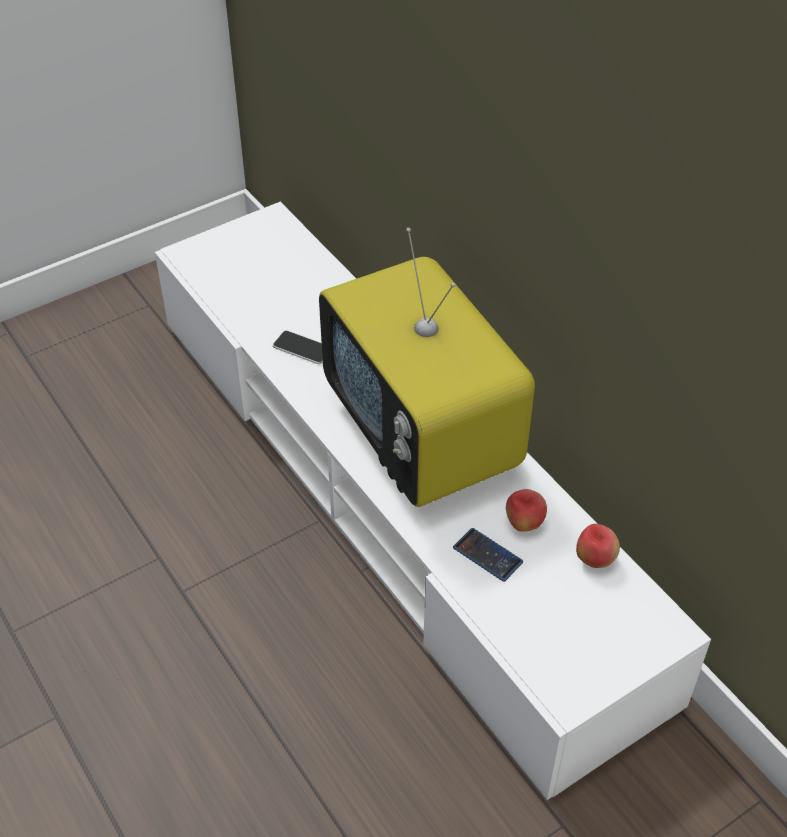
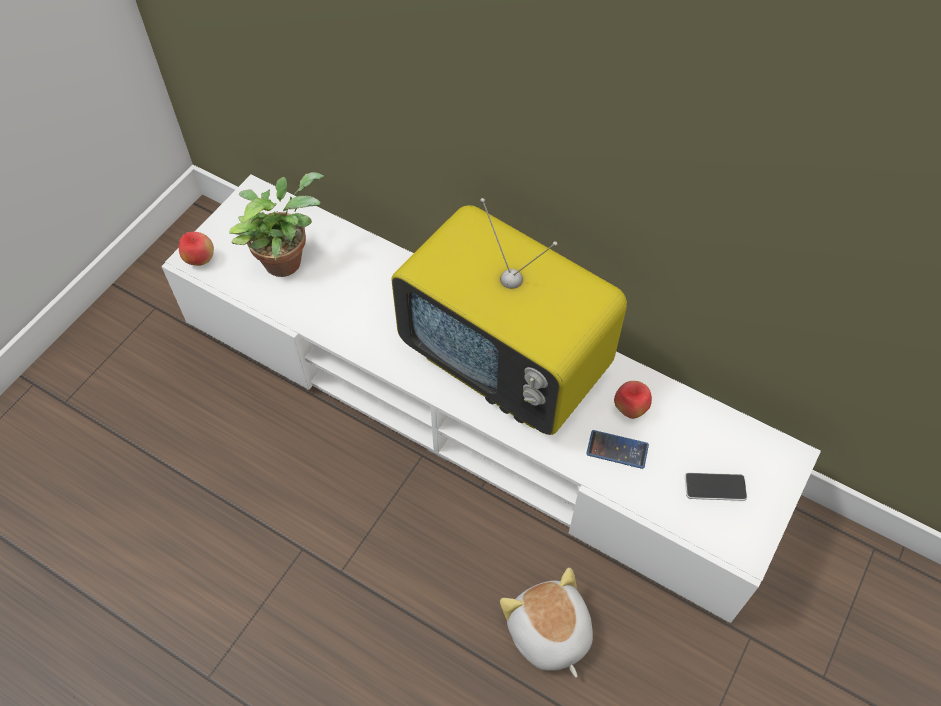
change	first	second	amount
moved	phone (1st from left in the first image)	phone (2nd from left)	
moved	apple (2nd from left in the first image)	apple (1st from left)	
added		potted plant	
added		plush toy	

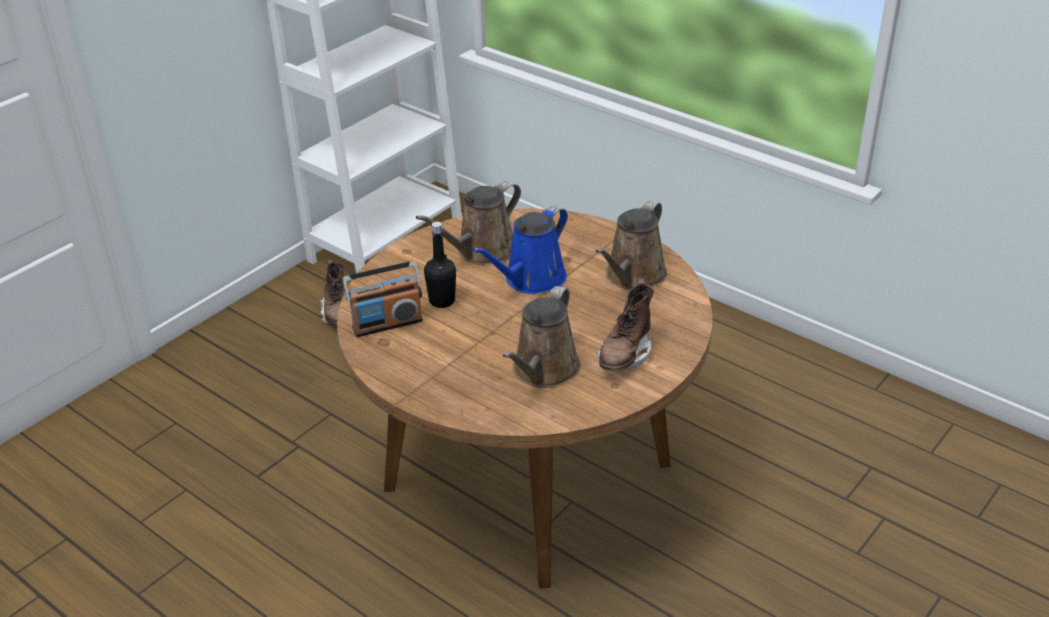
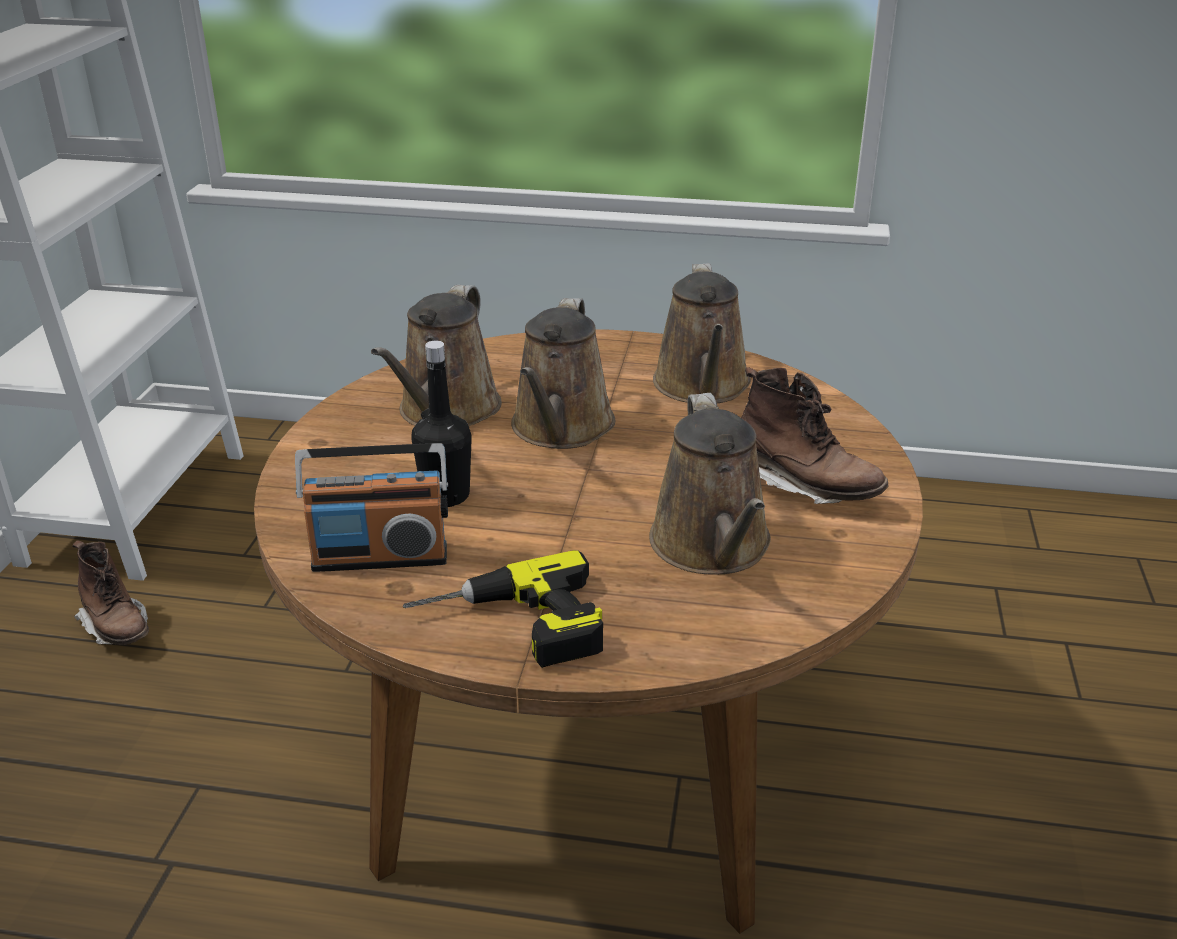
change	first	second	amount
turned	radio		45 degrees clockwise
recoloured	watering can/blue	watering can/brown (2nd from left)	
turned	boot/brown (2nd from left)		45 degrees counterclockwise
added		power drill	

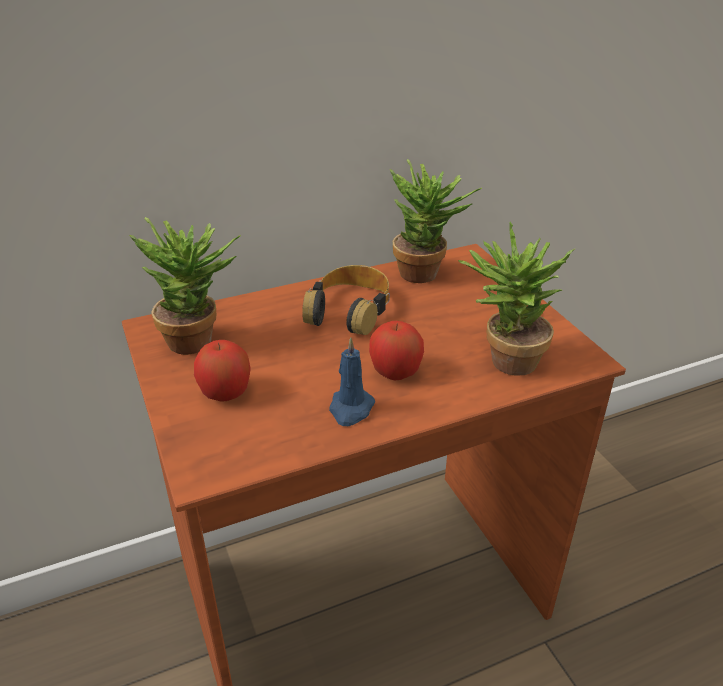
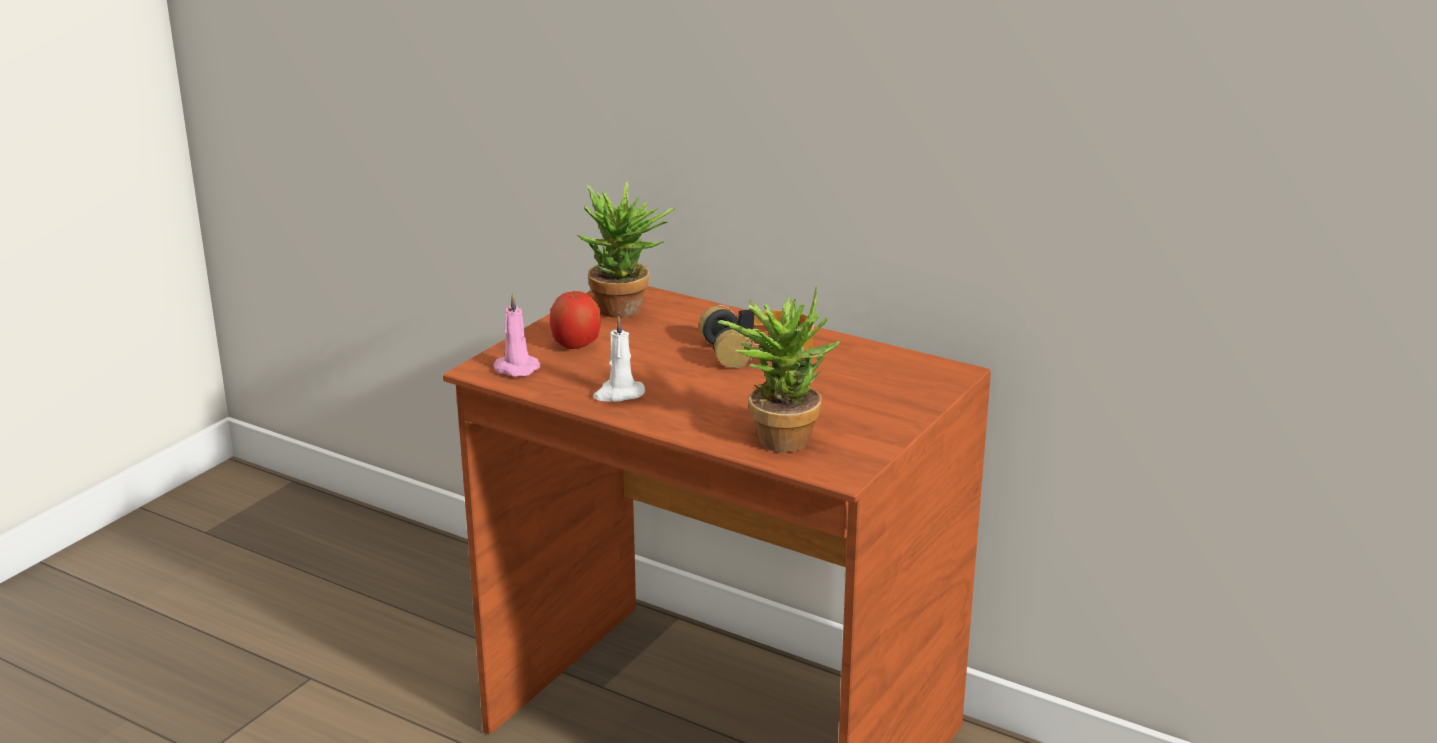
change	first	second	amount
recoloured	candle/blue	candle/white	
removed	apple (2nd from left)		
removed	potted plant (2nd from left)		
added		candle/pink	

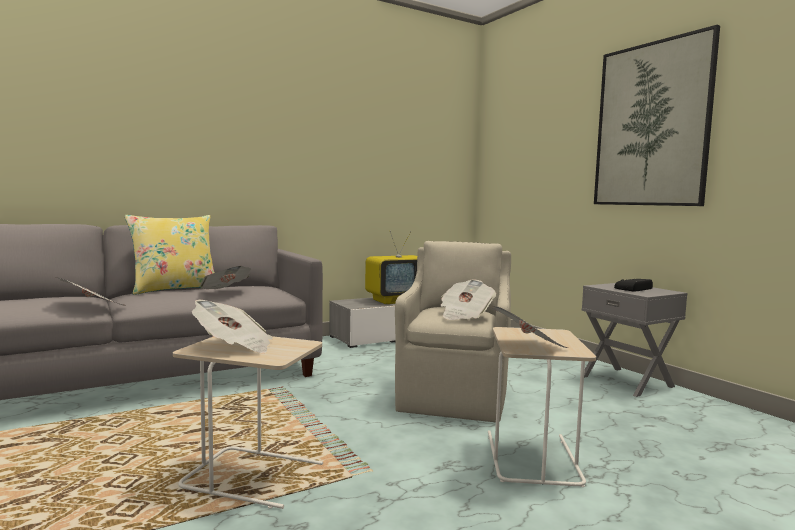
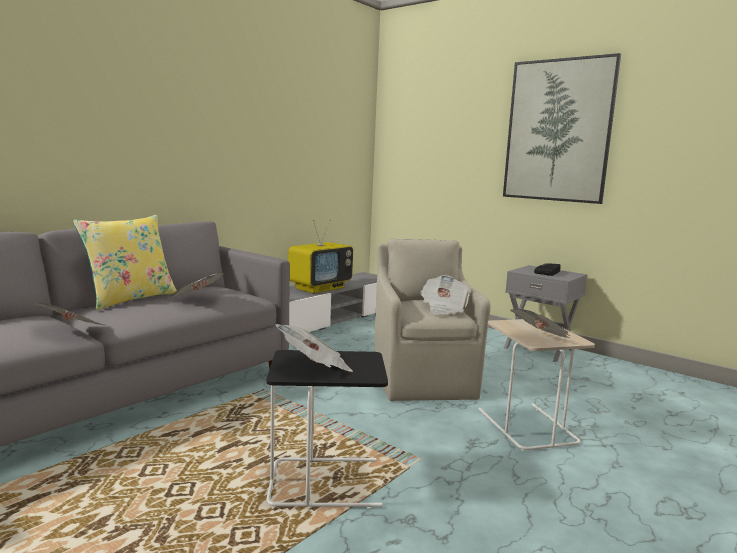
change	first	second	amount
recoloured	side table/beige (1st from left)	side table/black	

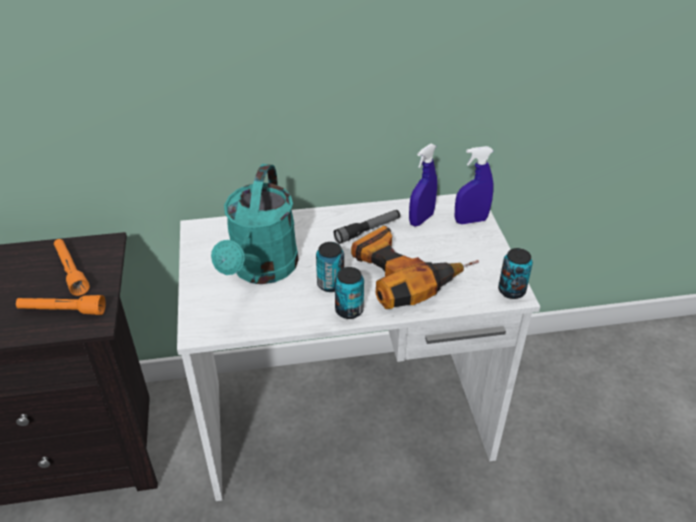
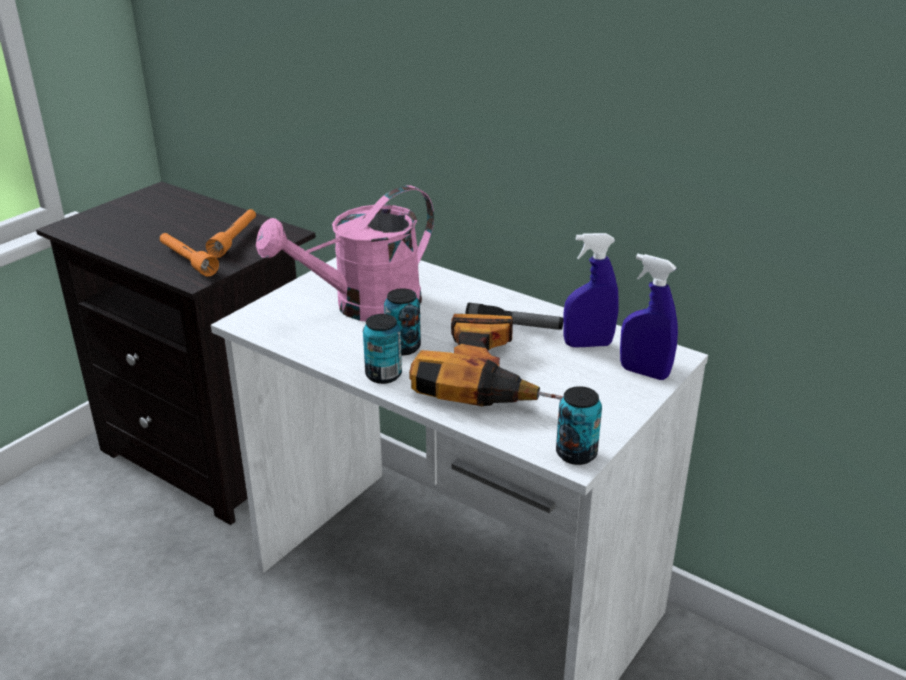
change	first	second	amount
recoloured	watering can/turquoise	watering can/pink	

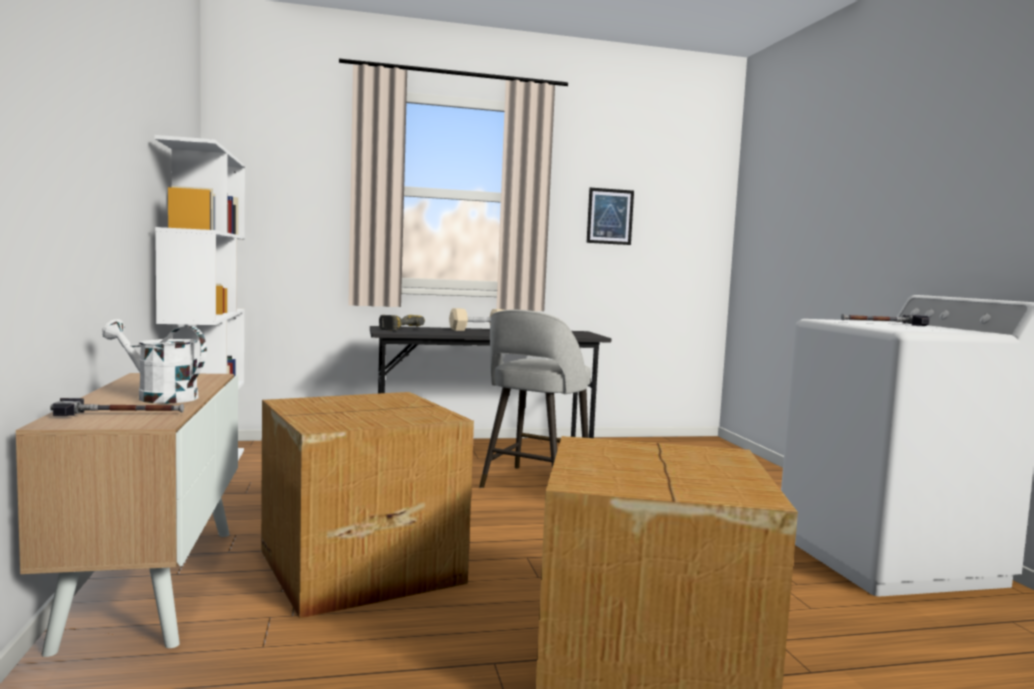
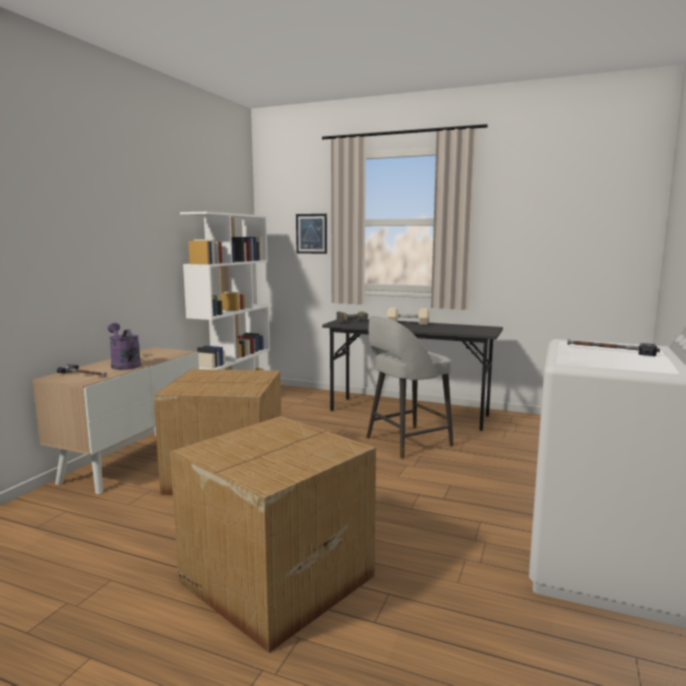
change	first	second	amount
recoloured	watering can/white	watering can/purple	
moved	picture		

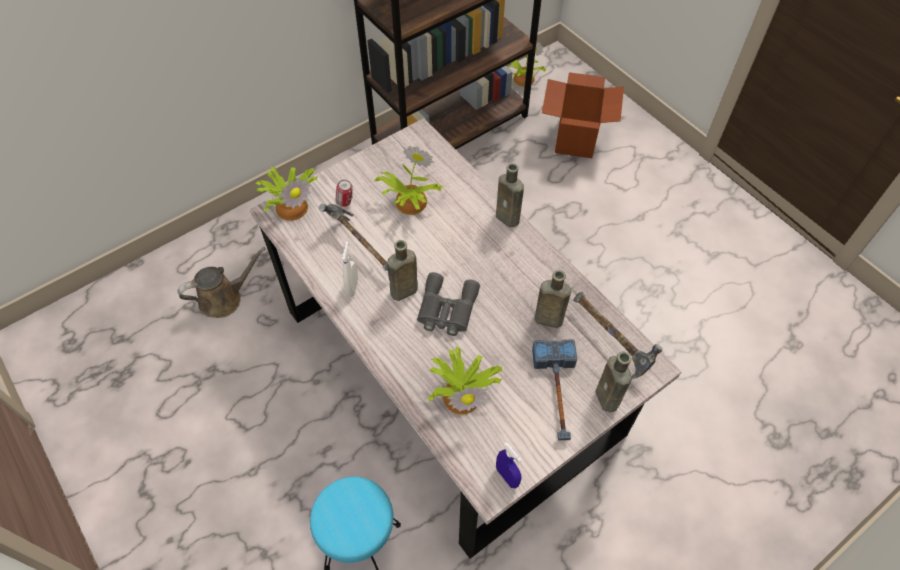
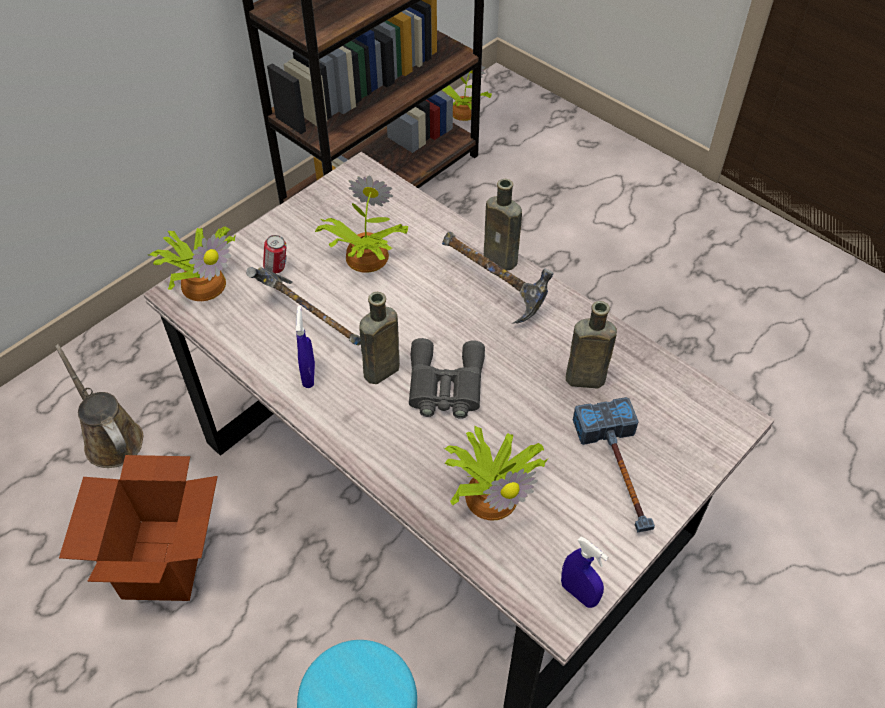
change	first	second	amount
turned	watering can/brown		90 degrees counterclockwise
recoloured	spray bottle/white	spray bottle/blue (1st from left)	
moved	cardboard box		
moved	hammer (3rd from left in the first image)	hammer (2nd from left)	
removed	bottle/brown (4th from left)		

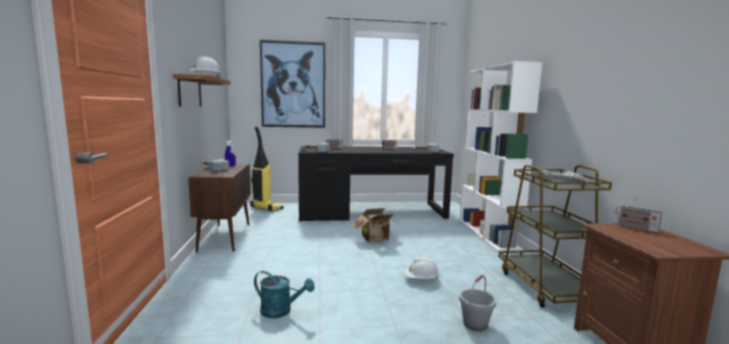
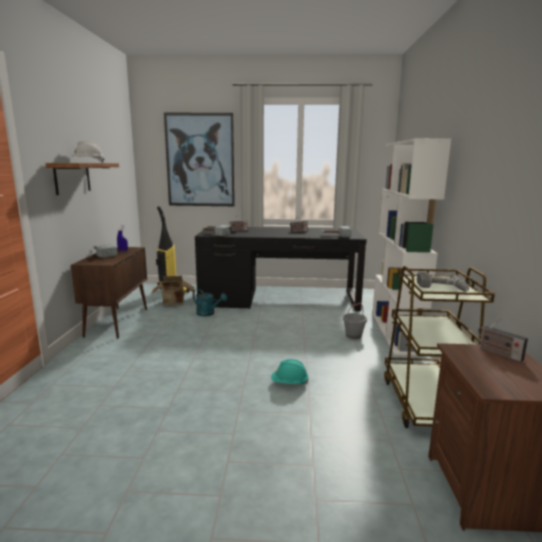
change	first	second	amount
moved	watering can/turquoise		
moved	cardboard box		
recoloured	hard hat/white (2nd from left)	hard hat/turquoise	
moved	bucket/grey		

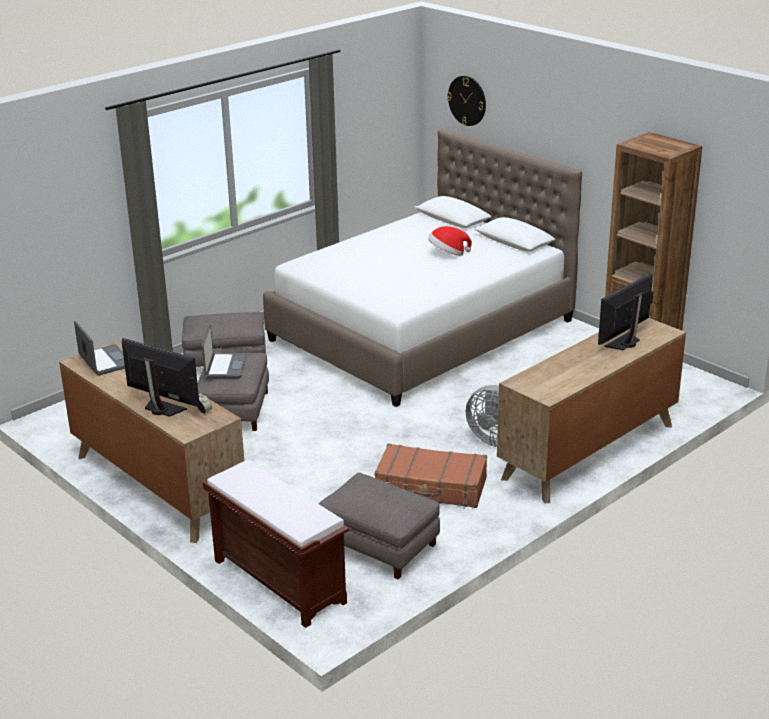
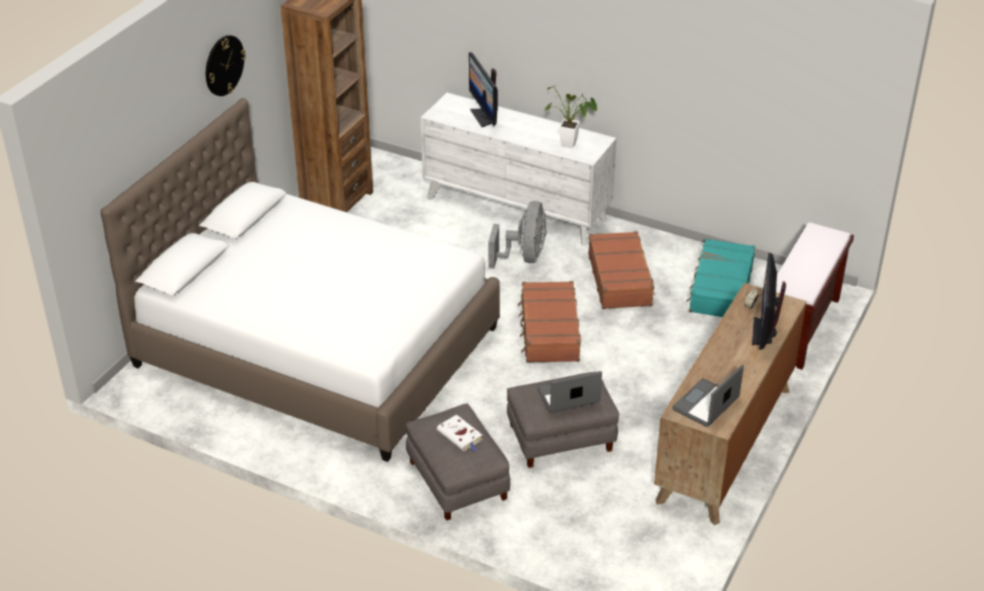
change	first	second	amount
replaced	ottoman/grey (3rd from left)	suitcase/turquoise	
removed	hat		
moved	wall clock		
recoloured	dresser/brown (2nd from left)	dresser/white	
turned	monitor (2nd from left in the first image)	monitor (1st from left)	45 degrees clockwise
added		book/white	
added		suitcase/brown (1st from left)	
added		potted plant	

